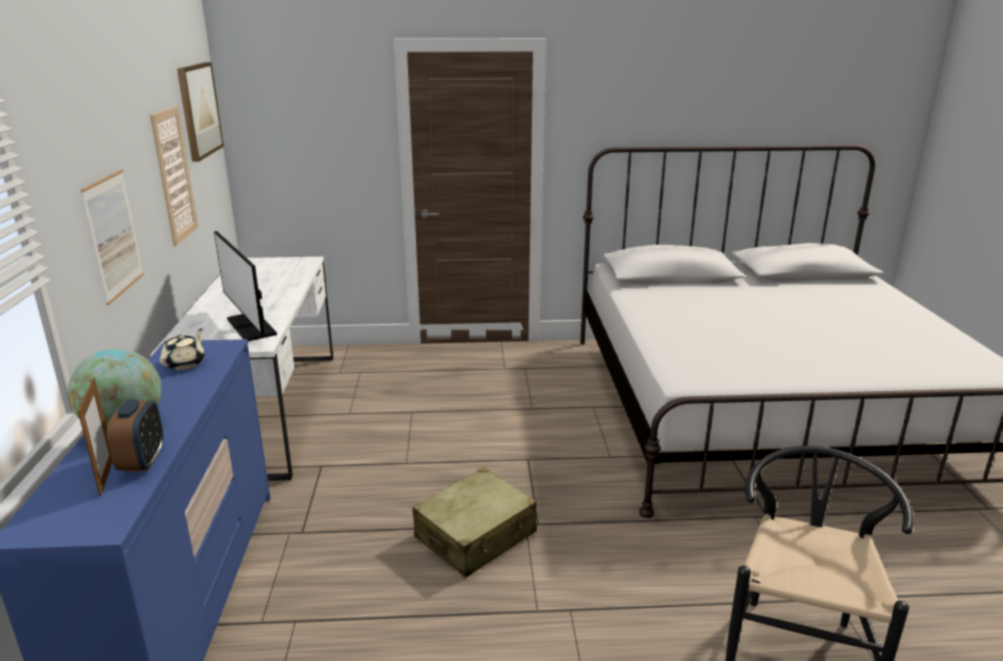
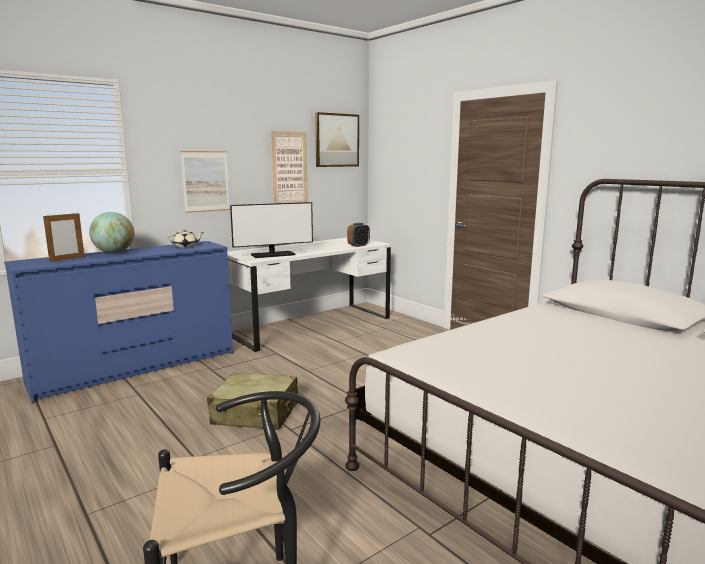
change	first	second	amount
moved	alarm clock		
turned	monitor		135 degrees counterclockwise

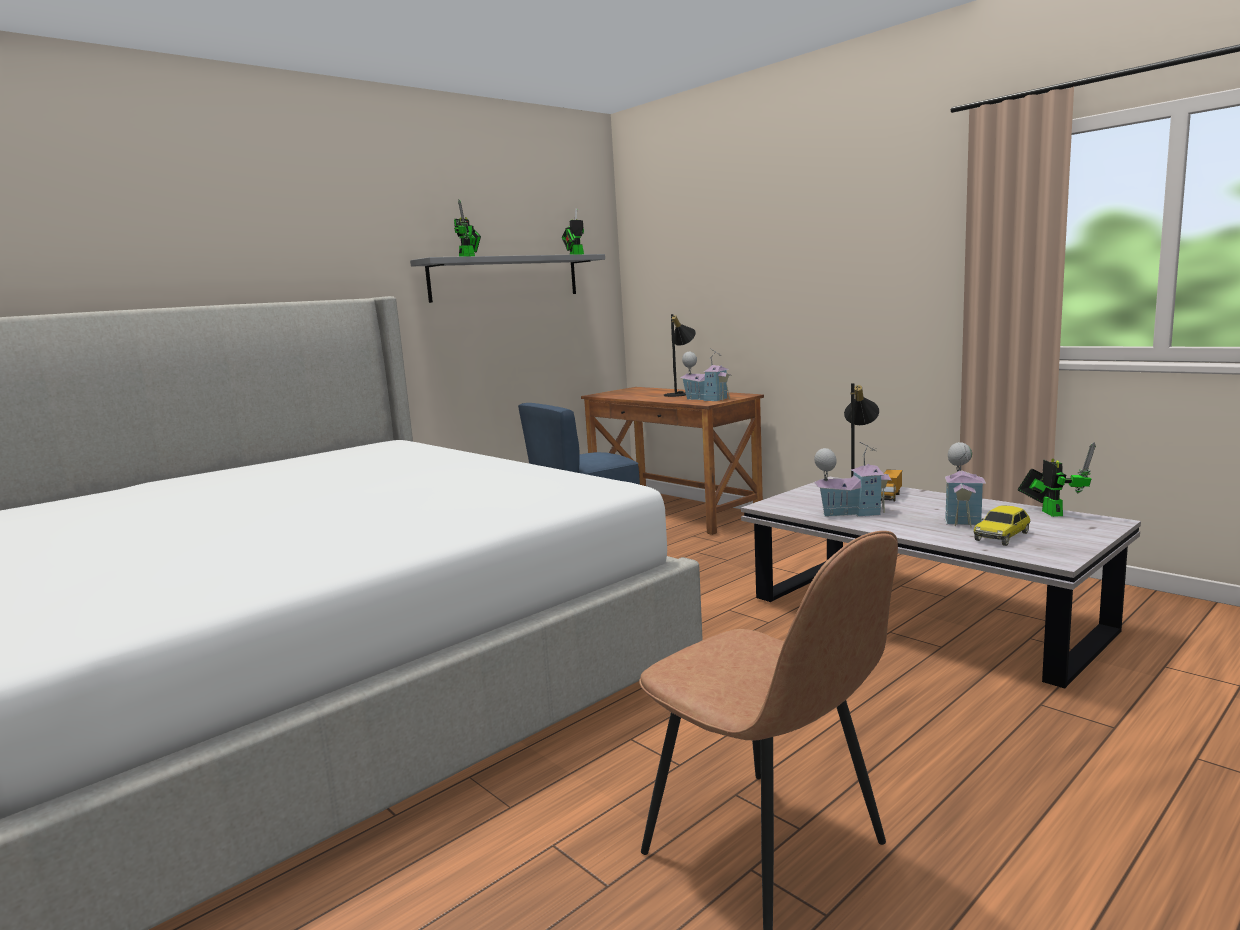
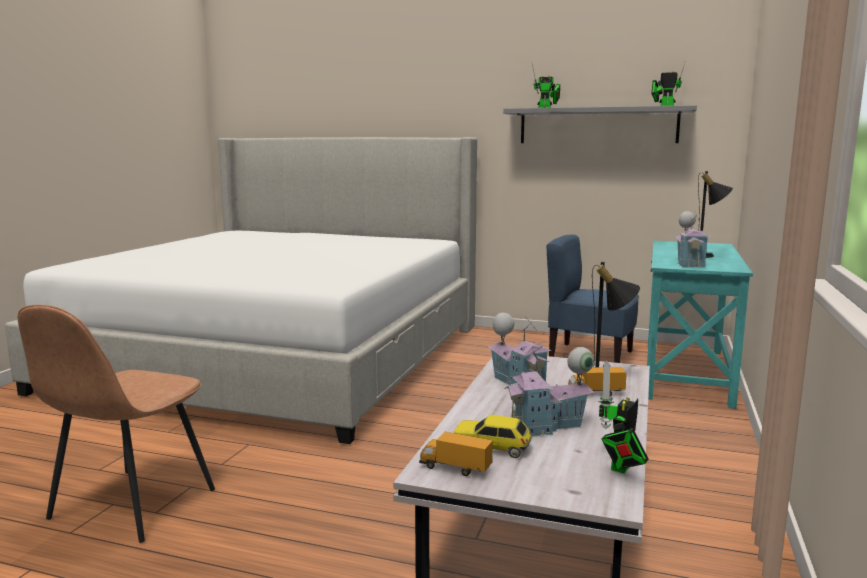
change	first	second	amount
recoloured	desk/brown	desk/turquoise	
turned	toy robot (3rd from left in the first image)	toy robot (2nd from left)	150 degrees clockwise
added		toy truck (1st from left)	

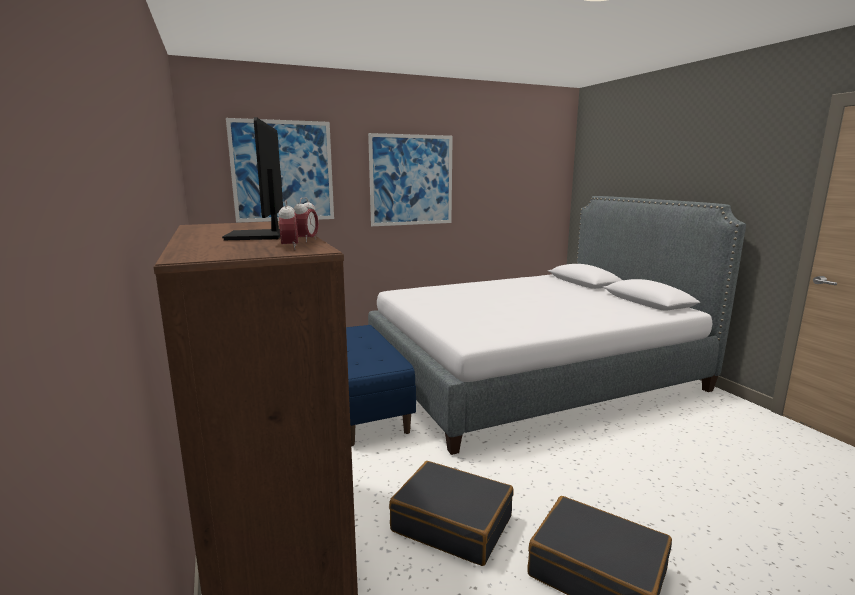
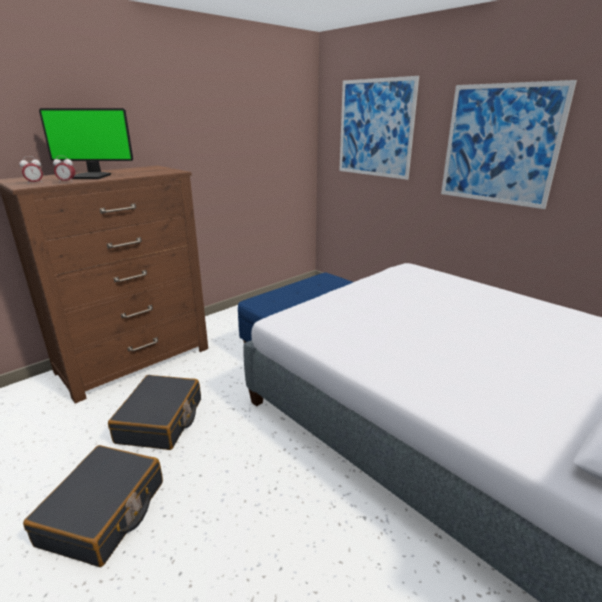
change	first	second	amount
turned	monitor		150 degrees counterclockwise

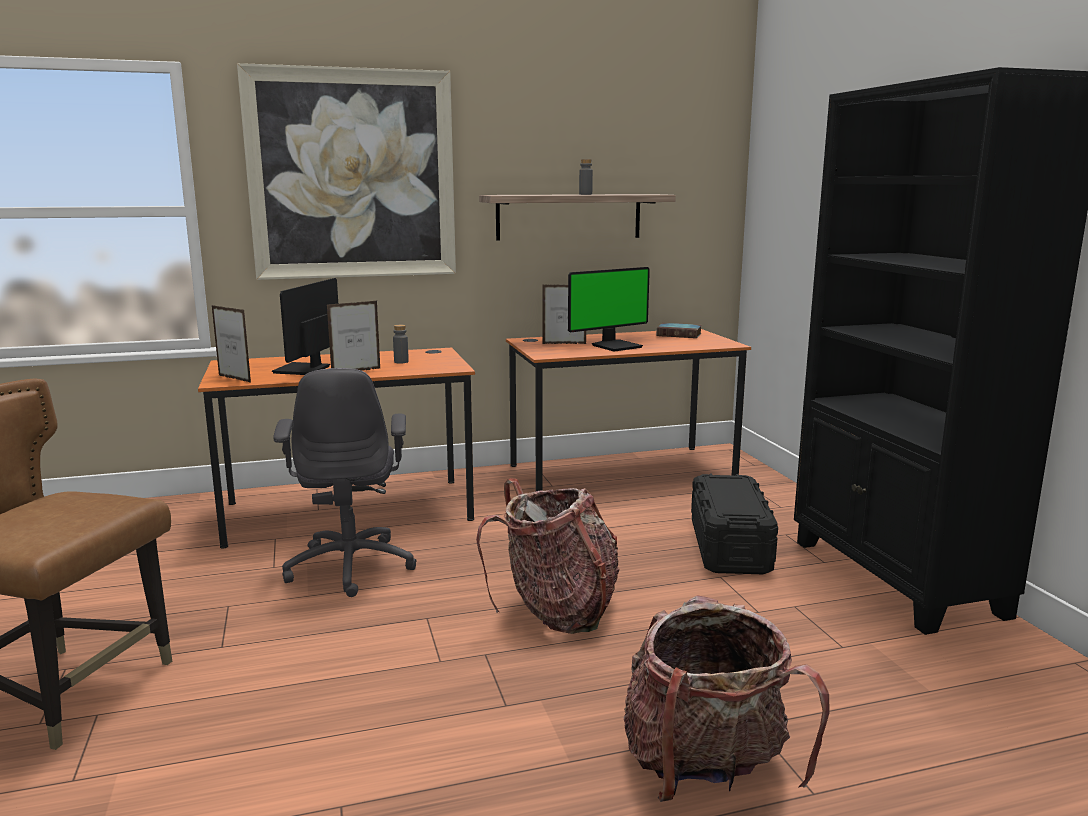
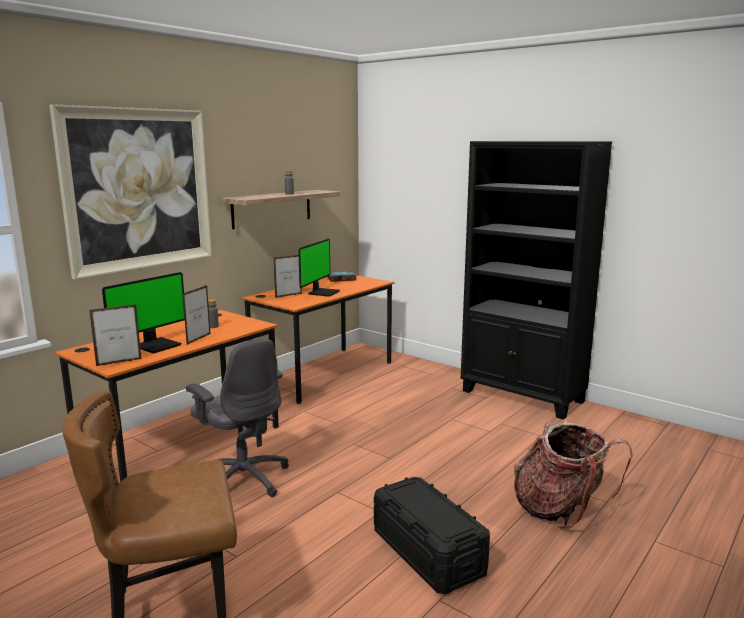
change	first	second	amount
turned	picture frame (1st from left)		150 degrees clockwise
turned	monitor (1st from left)		120 degrees counterclockwise
removed	backpack (1st from left)		
moved	storage box/black		

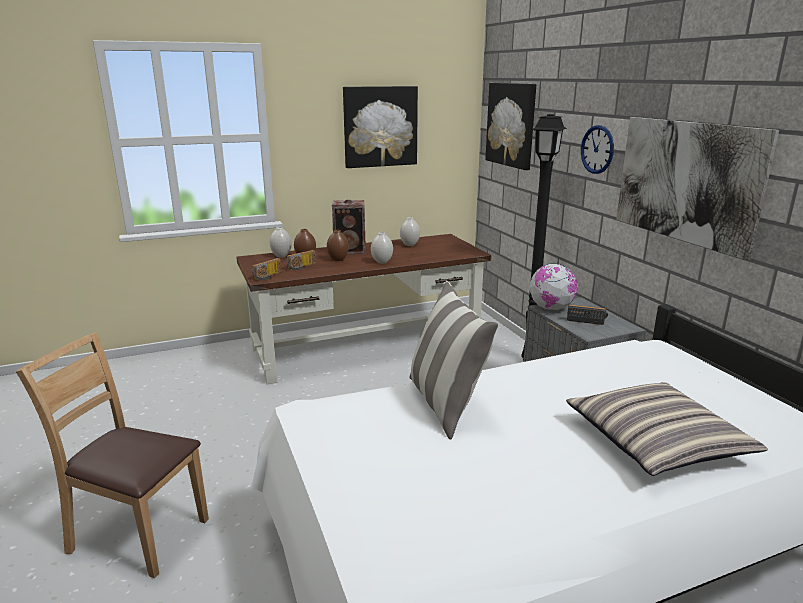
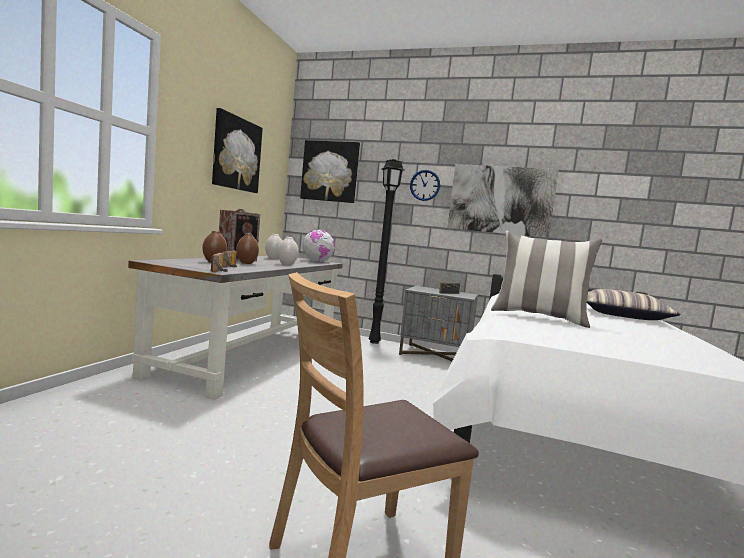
change	first	second	amount
recoloured	desk/brown	desk/grey	
removed	vase/white (1st from left)		
moved	globe		

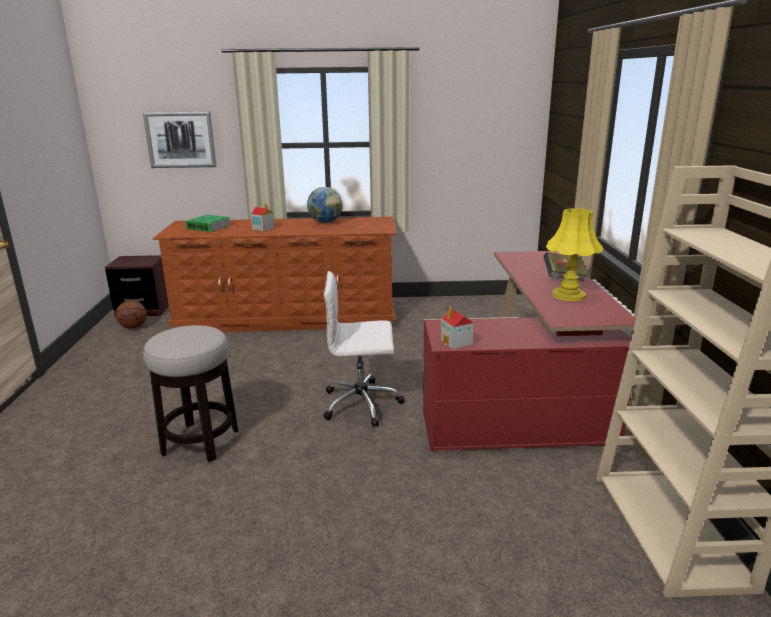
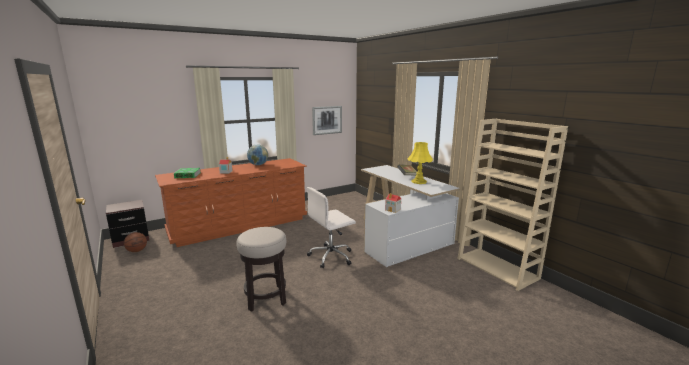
change	first	second	amount
moved	picture		
recoloured	desk/red	desk/white	

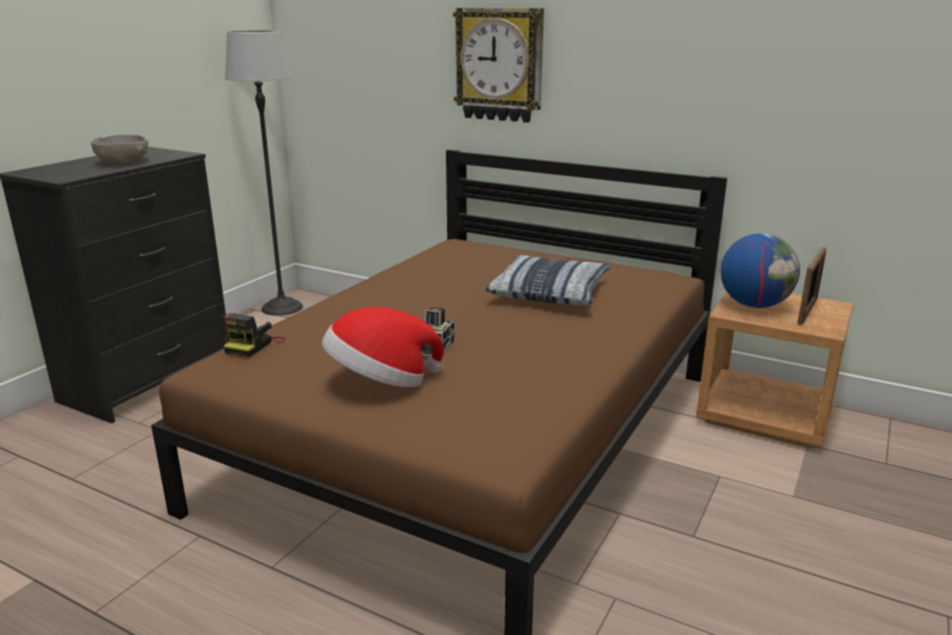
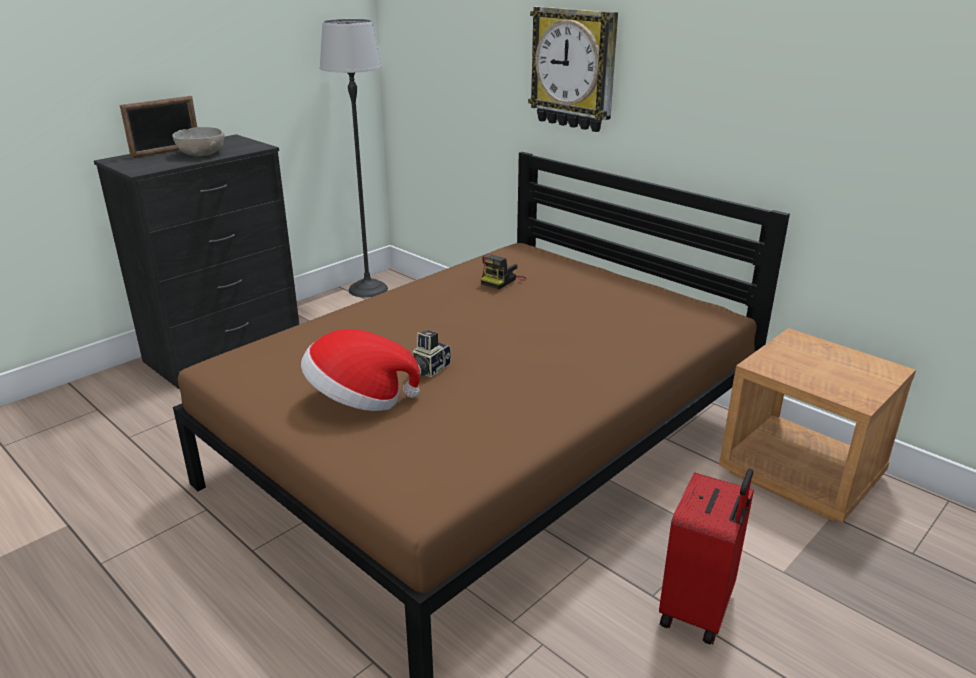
change	first	second	amount
moved	photo camera (1st from left in the first image)	photo camera (2nd from left)	
removed	pillow		
removed	globe		
moved	picture frame		
added		suitcase/red	

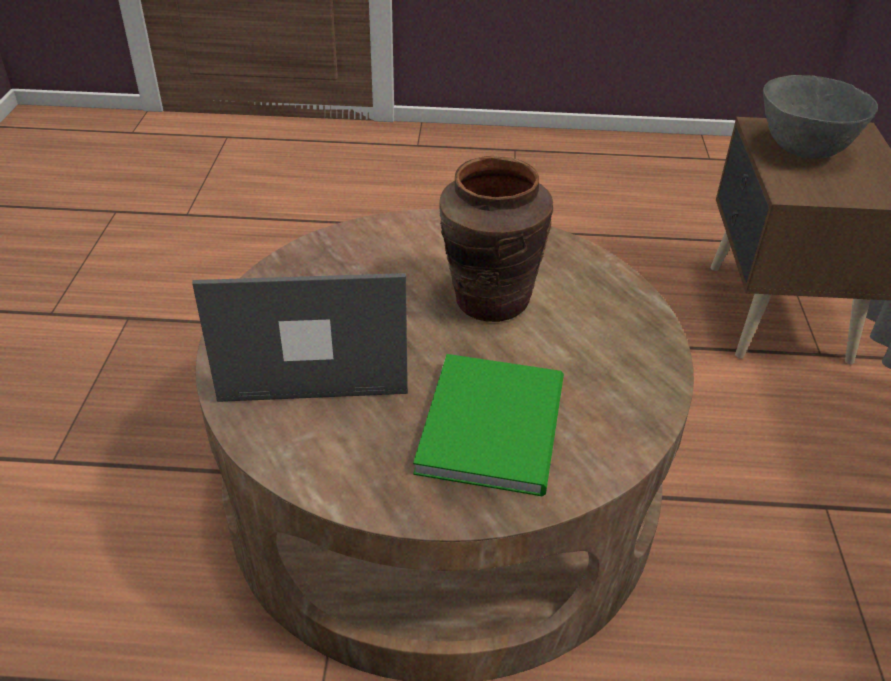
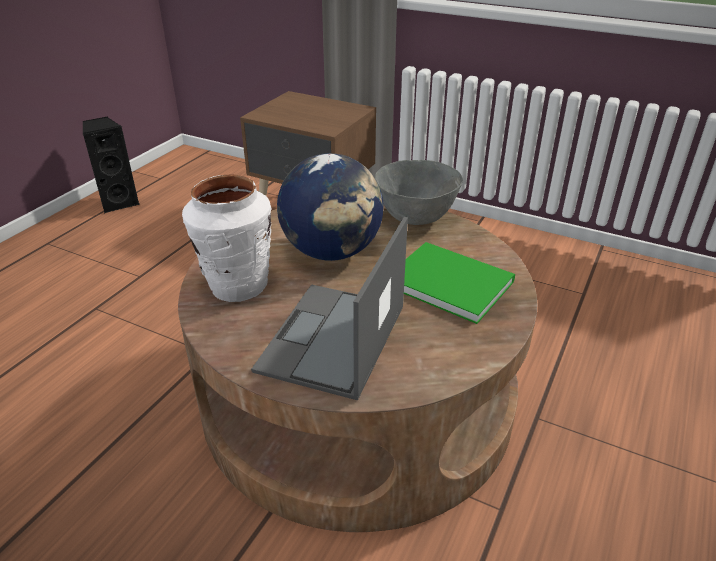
change	first	second	amount
replaced	vase/brown	globe	
moved	bowl/grey		
added		speaker/black	
added		vase/white	

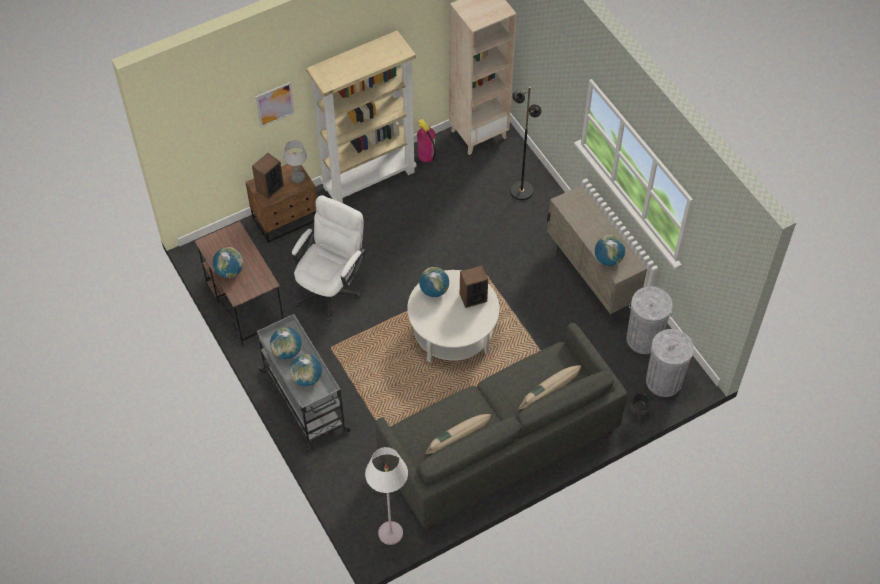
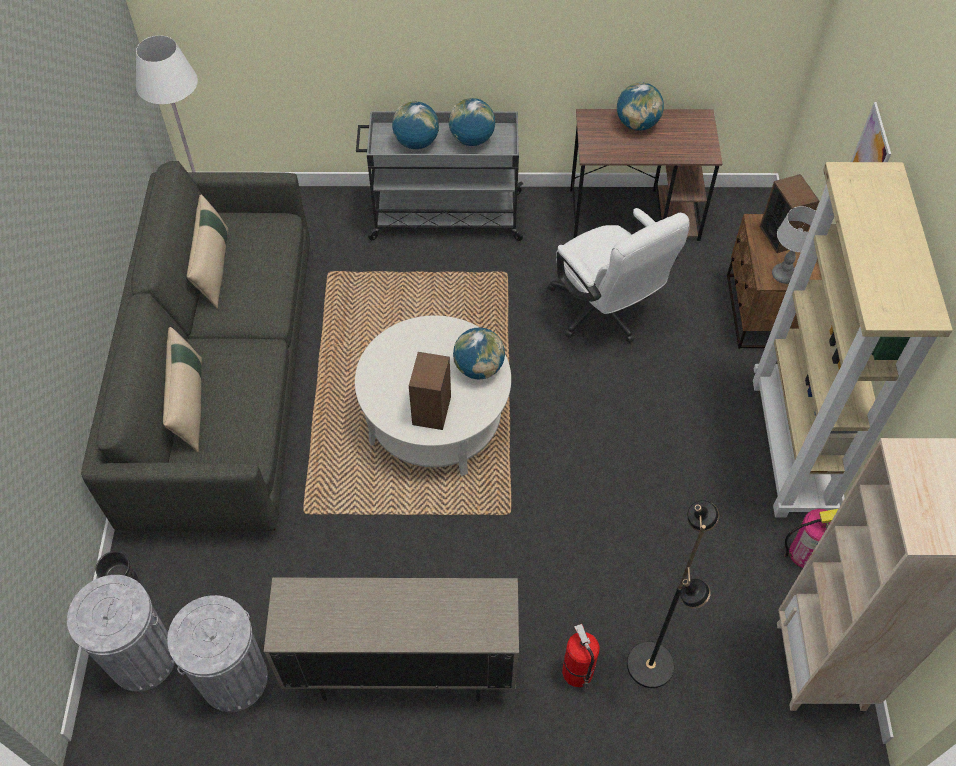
change	first	second	amount
removed	globe (5th from left)		
added		fire extinguisher (1st from left)	

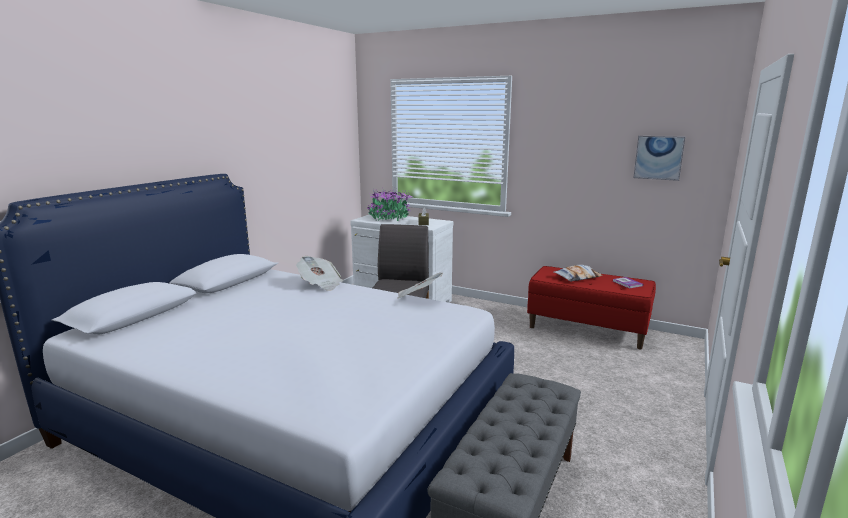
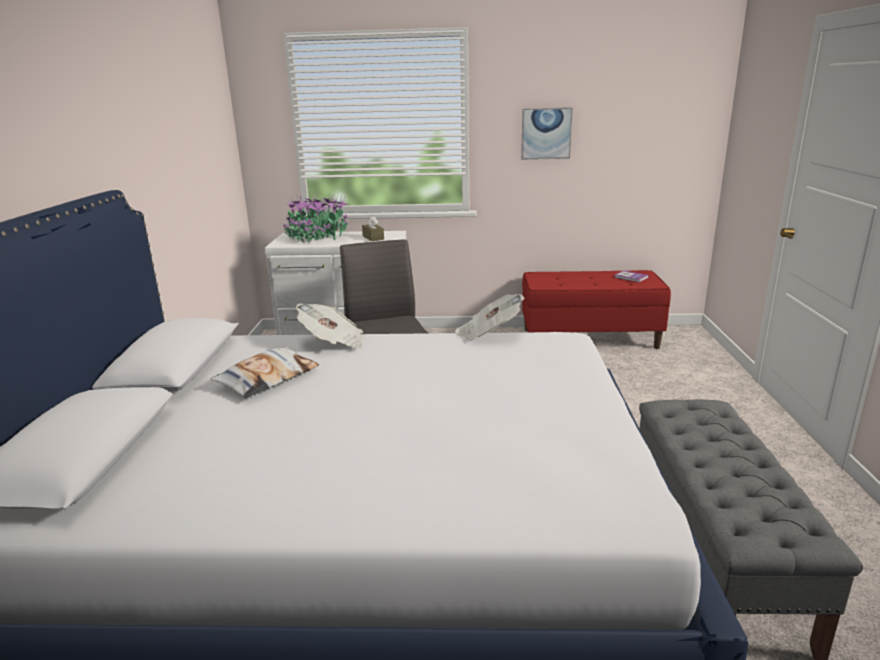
change	first	second	amount
moved	pillow		
moved	picture		

